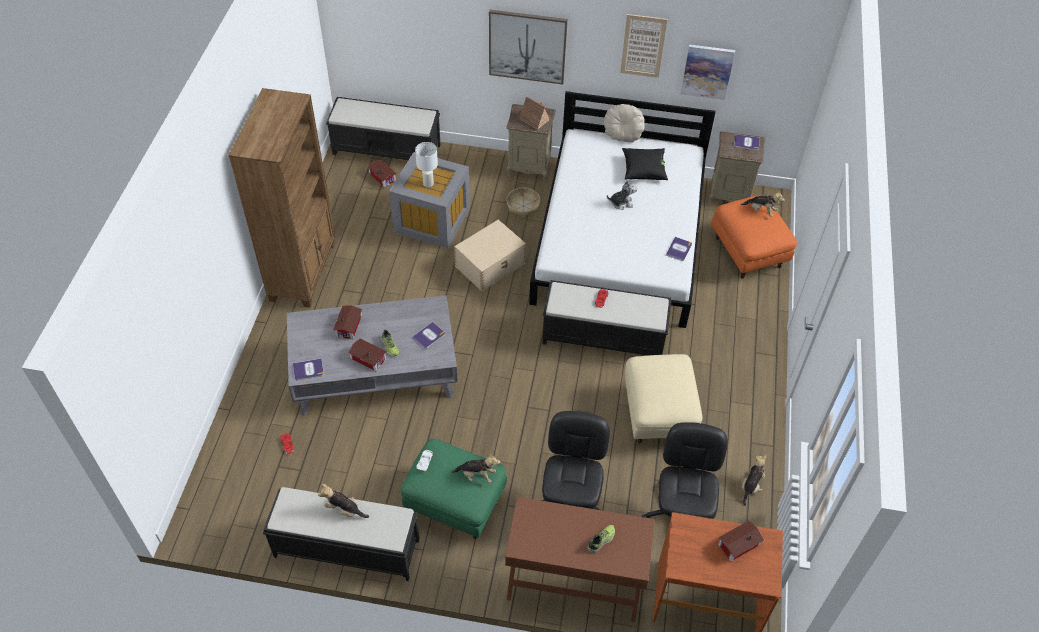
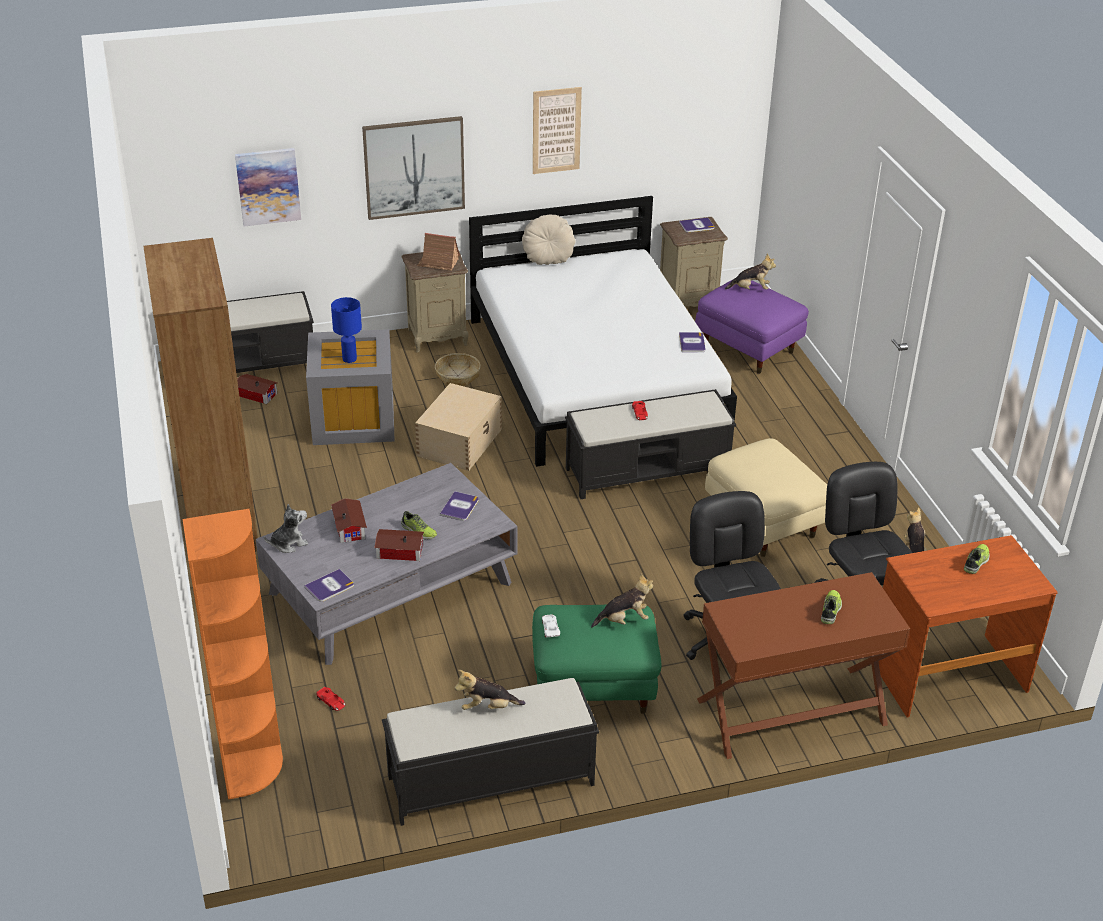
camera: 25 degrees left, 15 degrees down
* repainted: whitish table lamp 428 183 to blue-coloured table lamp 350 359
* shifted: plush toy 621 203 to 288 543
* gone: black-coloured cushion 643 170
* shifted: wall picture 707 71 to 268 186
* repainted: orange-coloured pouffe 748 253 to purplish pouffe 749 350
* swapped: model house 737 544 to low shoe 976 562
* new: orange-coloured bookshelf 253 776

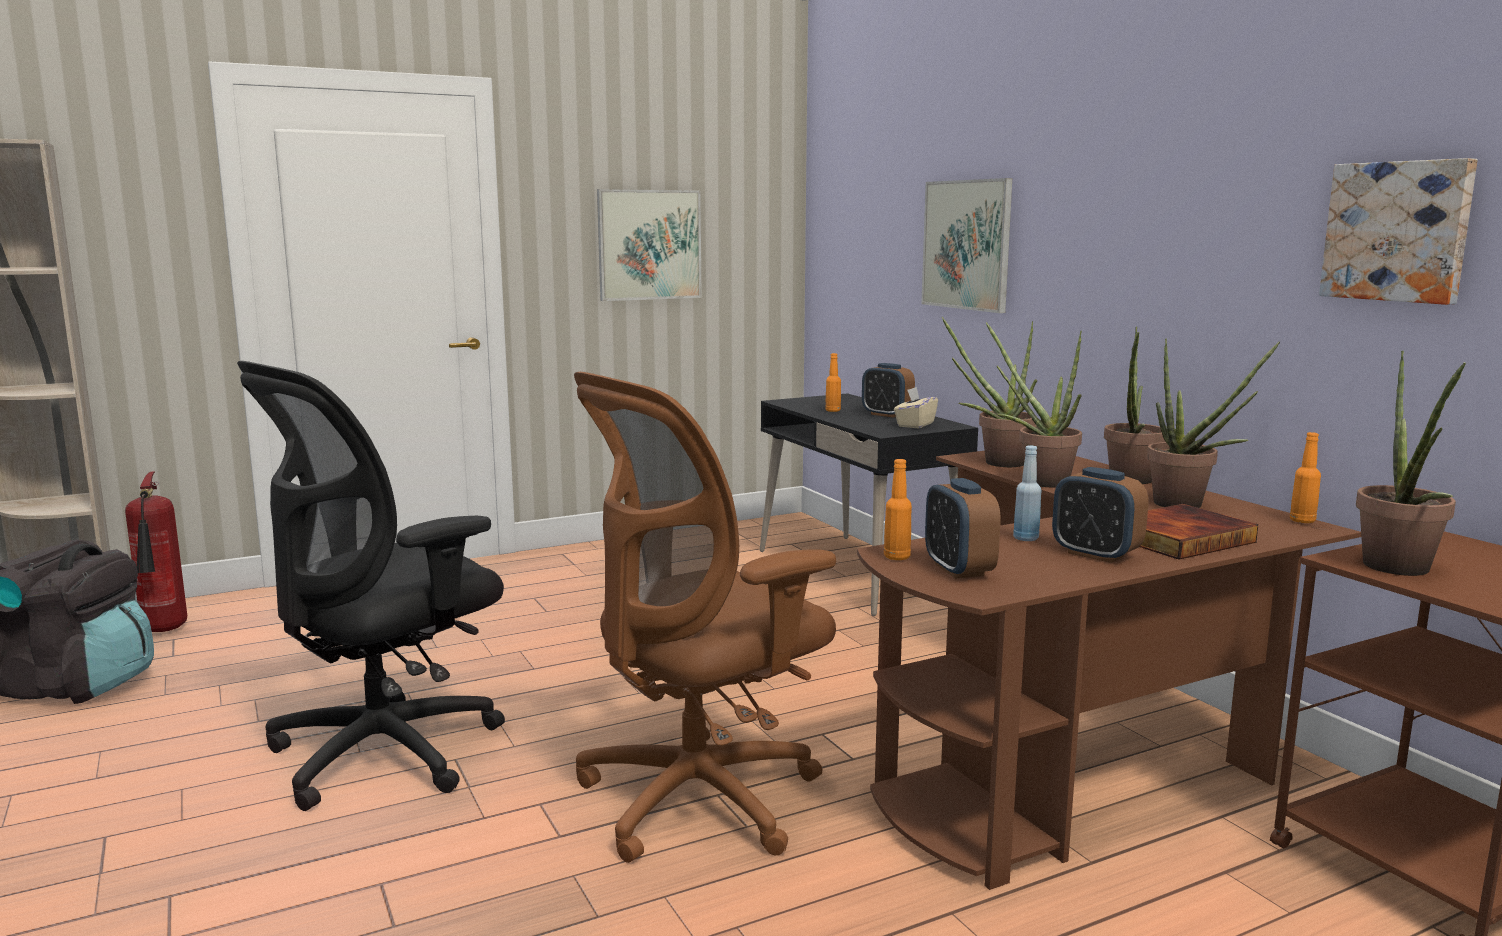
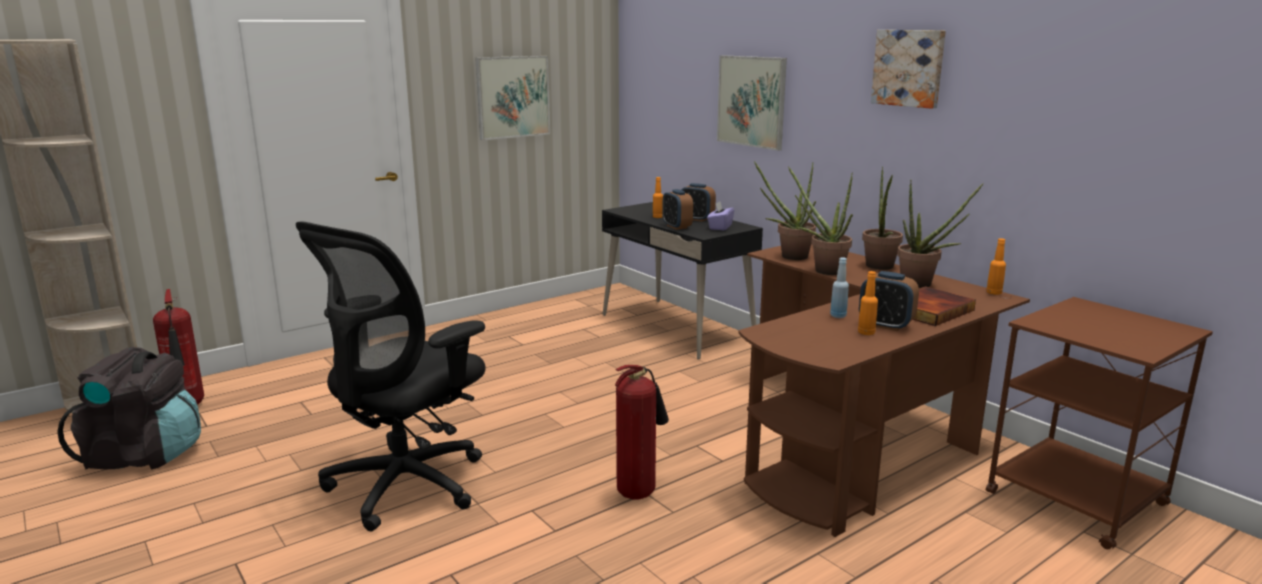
camera: 10 degrees left, 5 degrees up
* swapped: brown desk chair 708 791 to fire extinguisher 638 491
* shifted: orange-coloured beverage bottle 897 557 to 866 333
* repainted: beige tissue box 915 425 to purplish tissue box 720 227
* shifted: table clock 959 569 to 677 226
* shifted: wall picture 1398 231 to 909 68
* gone: potted plant 1399 570

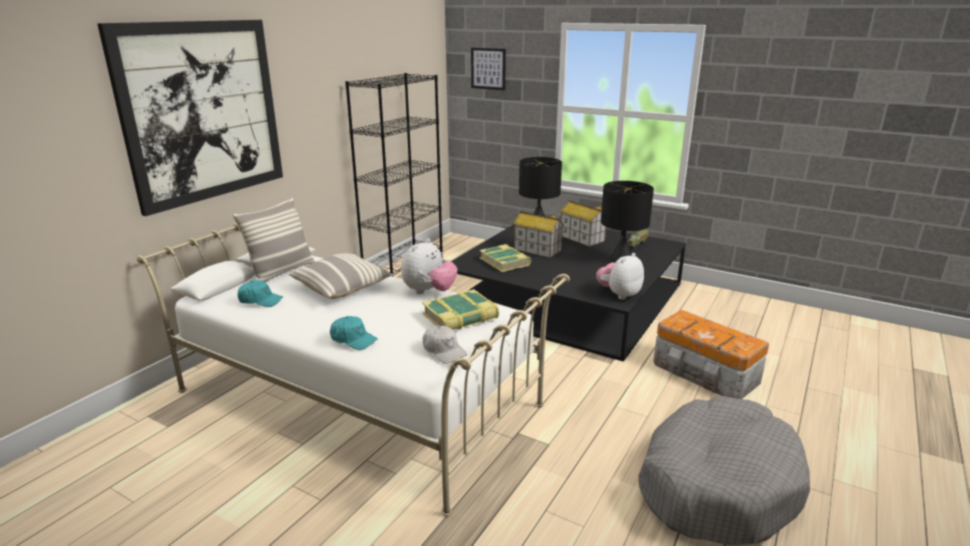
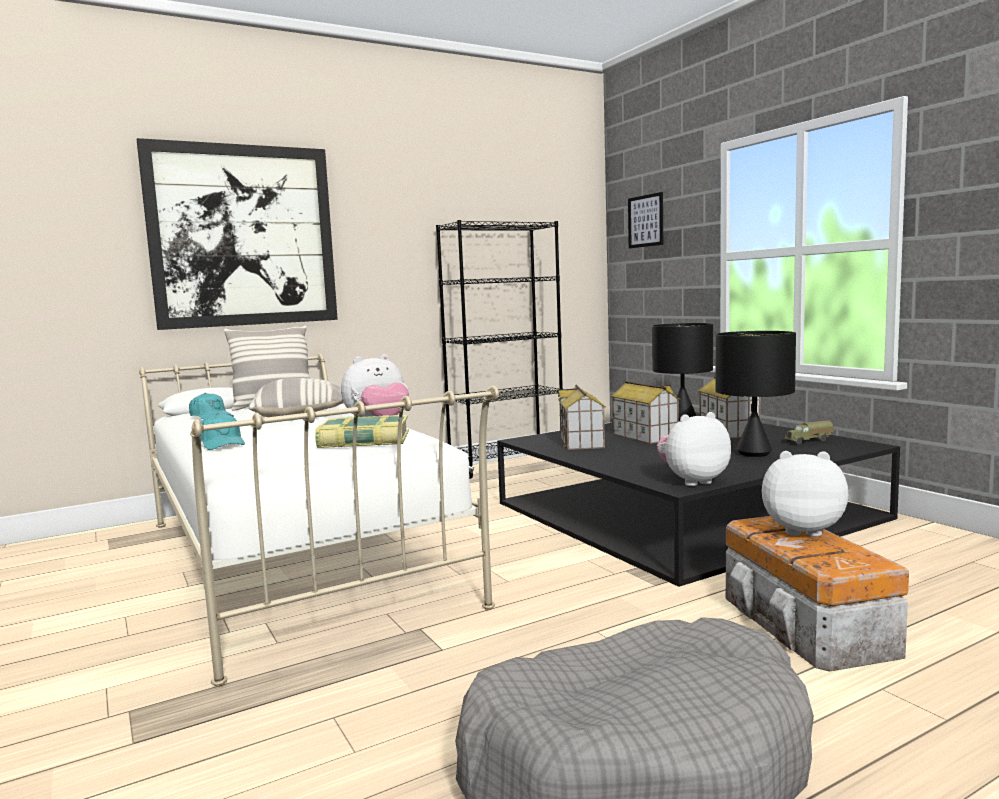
camera: 30 degrees right, 15 degrees down
* gone: whitish baseball cap 444 351
* swapped: book 505 262 to model house 582 442
* new: plush toy 801 530

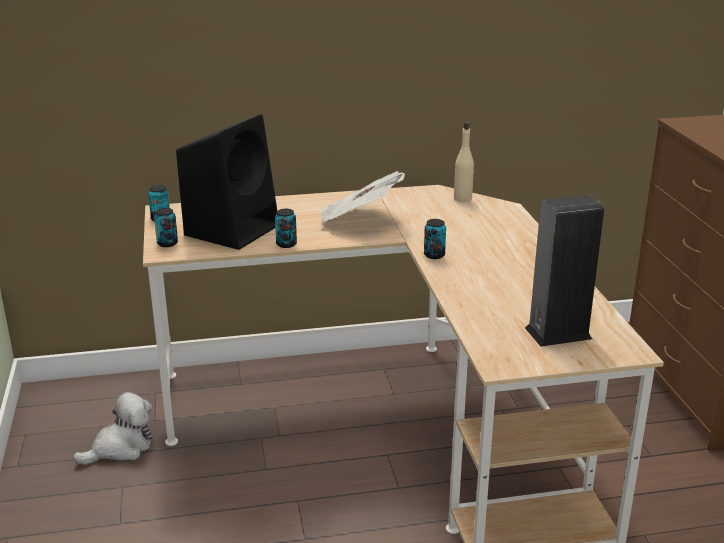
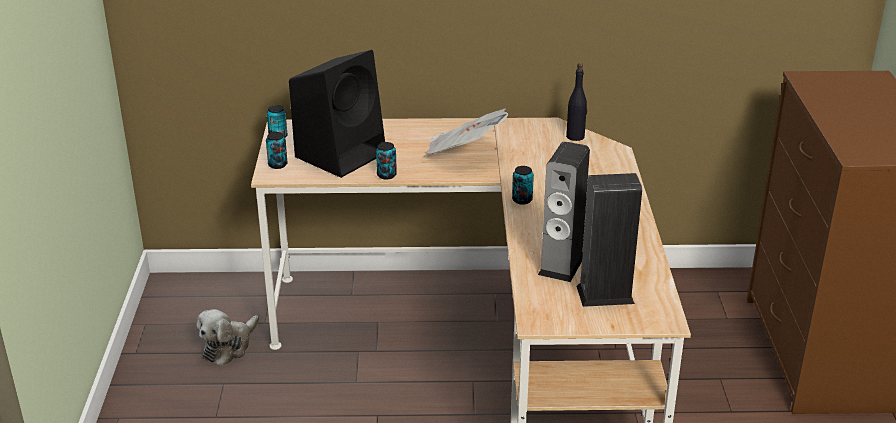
camera: 10 degrees right, 5 degrees up
* rotated: plush toy 121 448 = 229 346 150 degrees clockwise
* repainted: beige beverage bottle 463 198 to black-coloured beverage bottle 575 136
* new: speaker 561 265

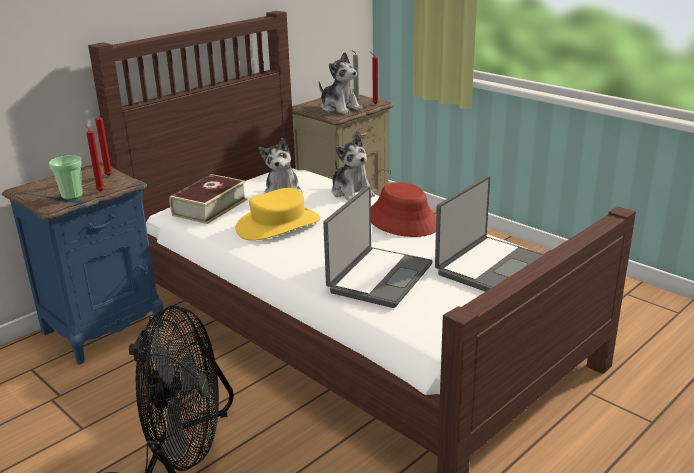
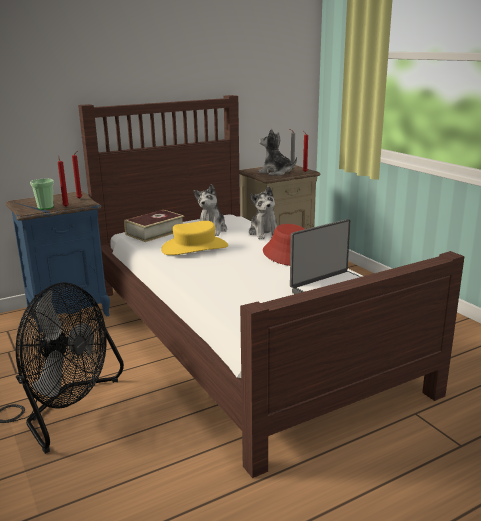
camera: 15 degrees right, 5 degrees down
* rotated: plush toy 339 108 = 275 172 150 degrees clockwise
* gone: portable computer 378 278

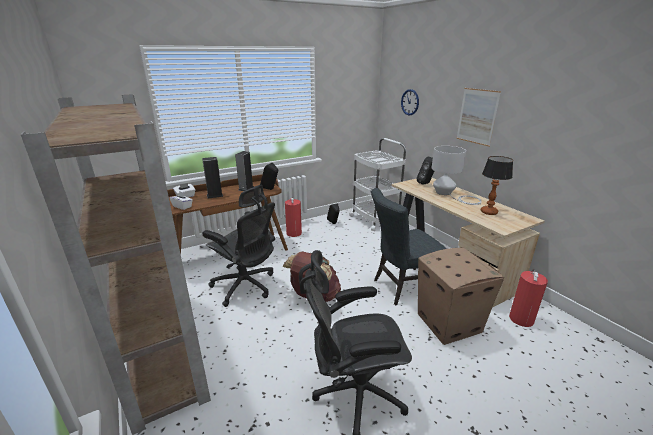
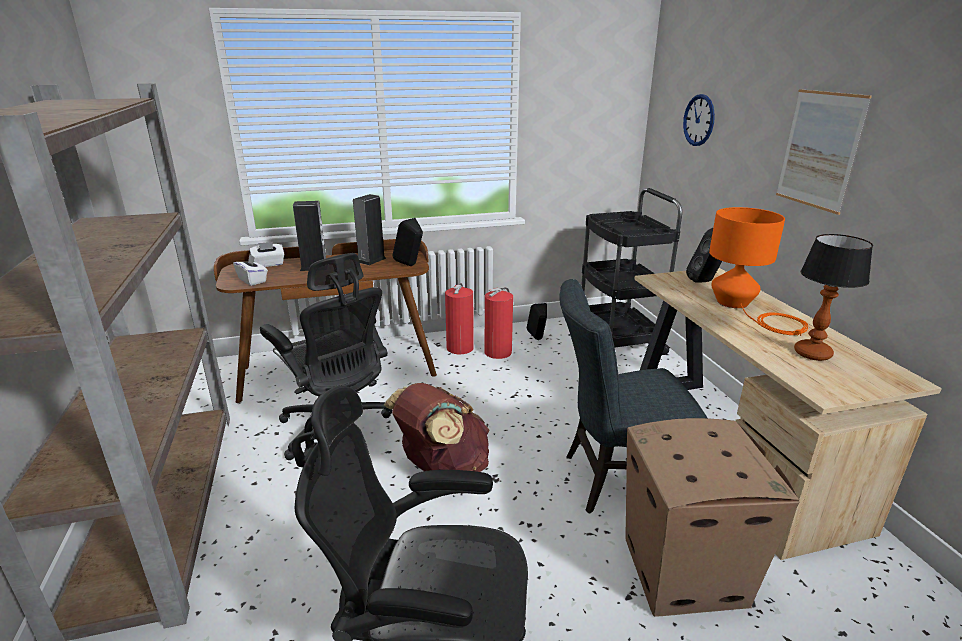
camera: 15 degrees right, 0 degrees up
* repainted: whitish wheeled cart 374 219 to black-coloured wheeled cart 616 341
* repainted: gray table lamp 453 195 to orange-coloured table lamp 750 310
* shifted: fire extinguisher 521 318 to 499 351

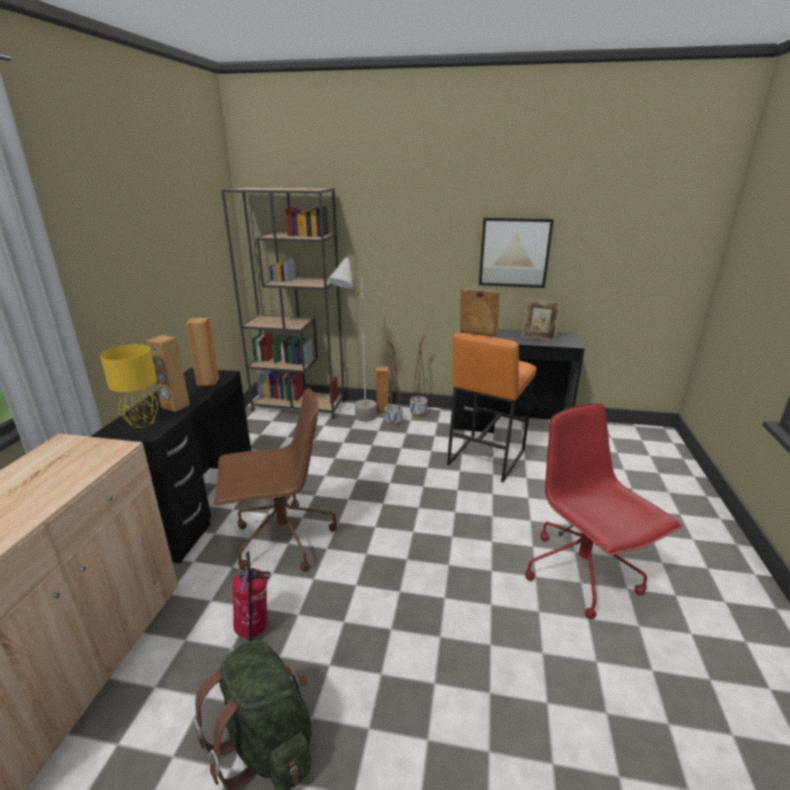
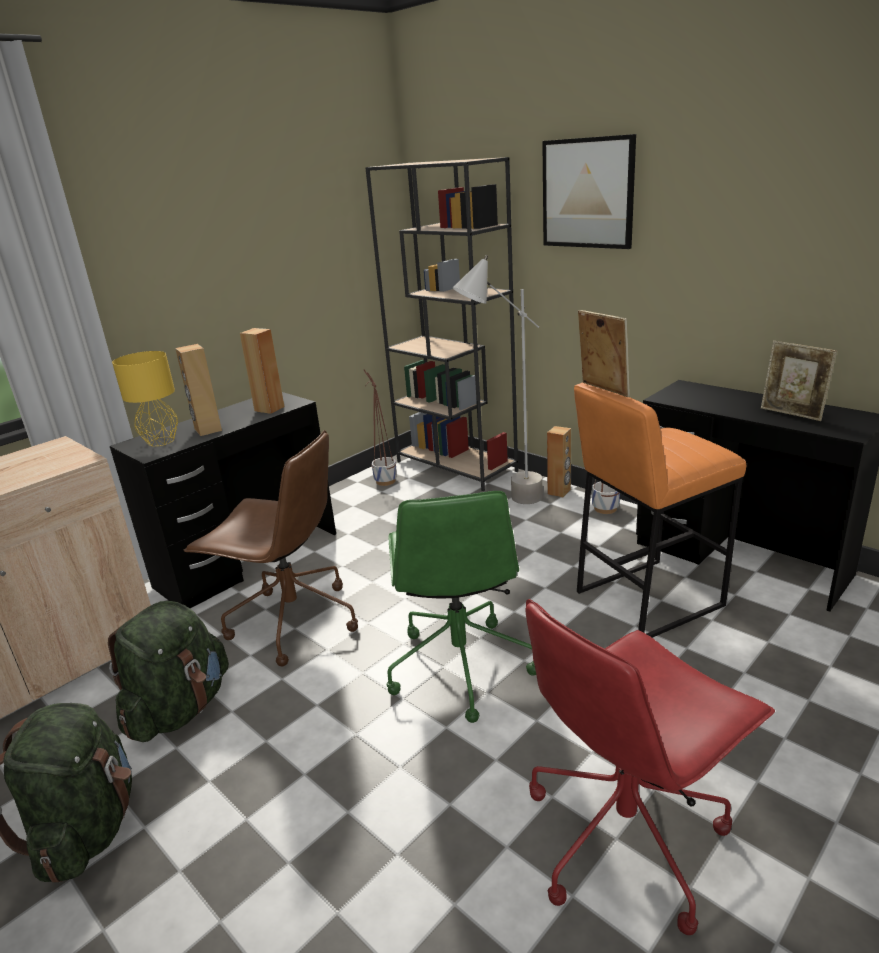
camera: 35 degrees right, 0 degrees up
* swapped: fire extinguisher 254 630 to green knapsack 180 709
* shifted: plant pot 393 422 to 385 481
* shifted: wall picture 514 252 to 587 193
* rotated: red-coloured desk chair 584 577 = 631 833 135 degrees counterclockwise
* new: green desk chair 459 663

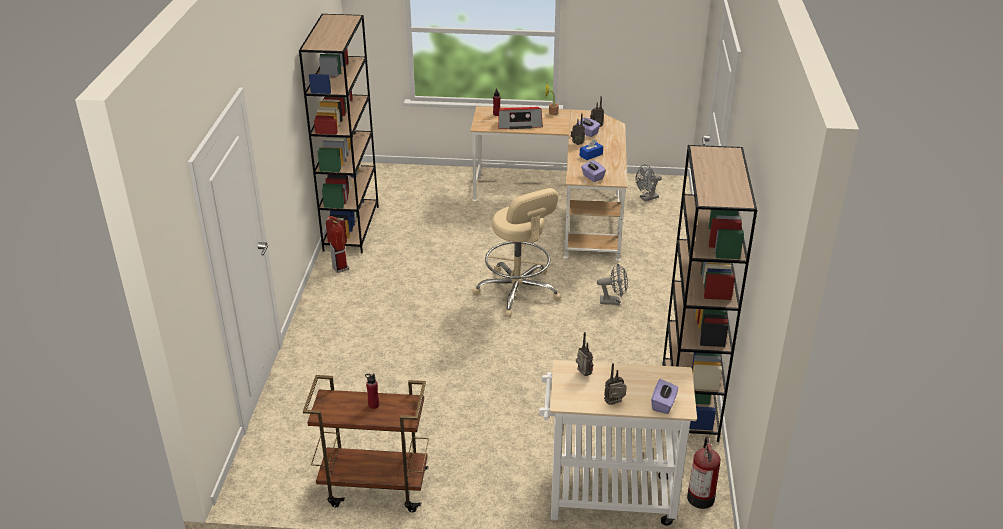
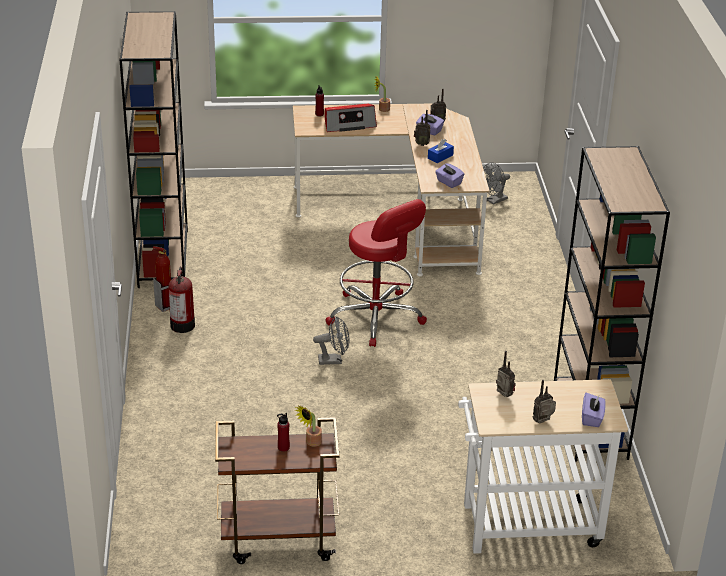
camera: 10 degrees left, 0 degrees up
* repainted: beige stool 518 292 to red-coloured stool 376 318
* shifted: gray electric fan 613 301 to 334 360
* shifted: fire extinguisher 700 496 to 182 324
* new: potted plant 311 443

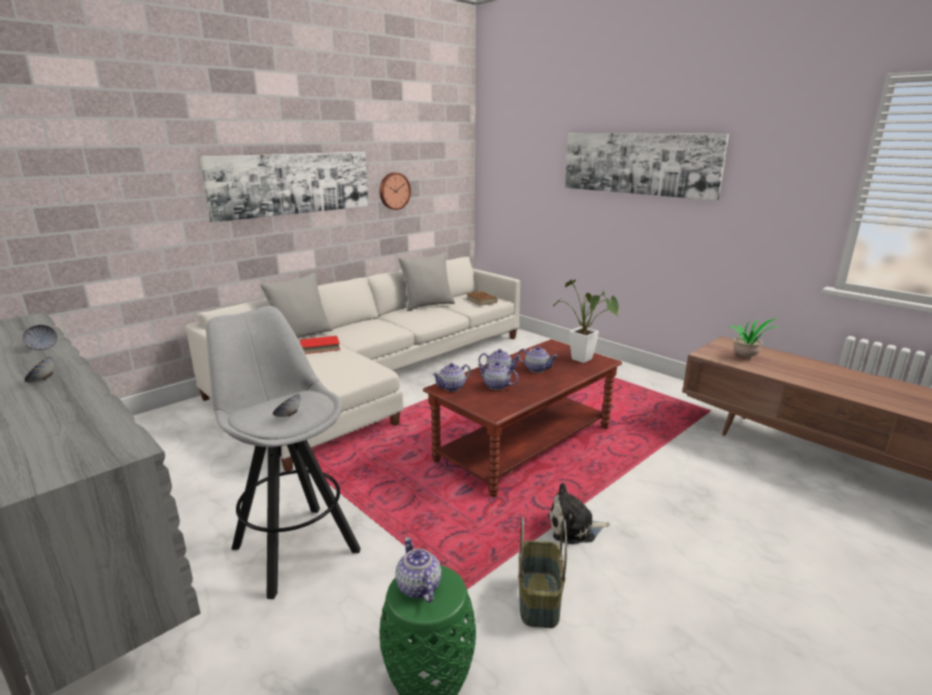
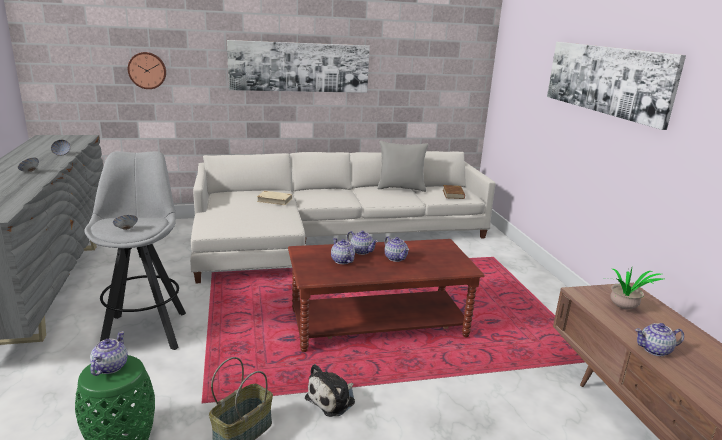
camera: 30 degrees right, 0 degrees up
* gone: gray cushion 301 336
* repainted: red-coloured book 319 347 to beige book 274 200
* shifted: clock on the wall 394 191 to 147 70
* shifted: pot for tea 452 387 to 655 350
* rotated: plush toy 574 528 = 333 399 75 degrees counterclockwise
* gone: potted plant 585 361

